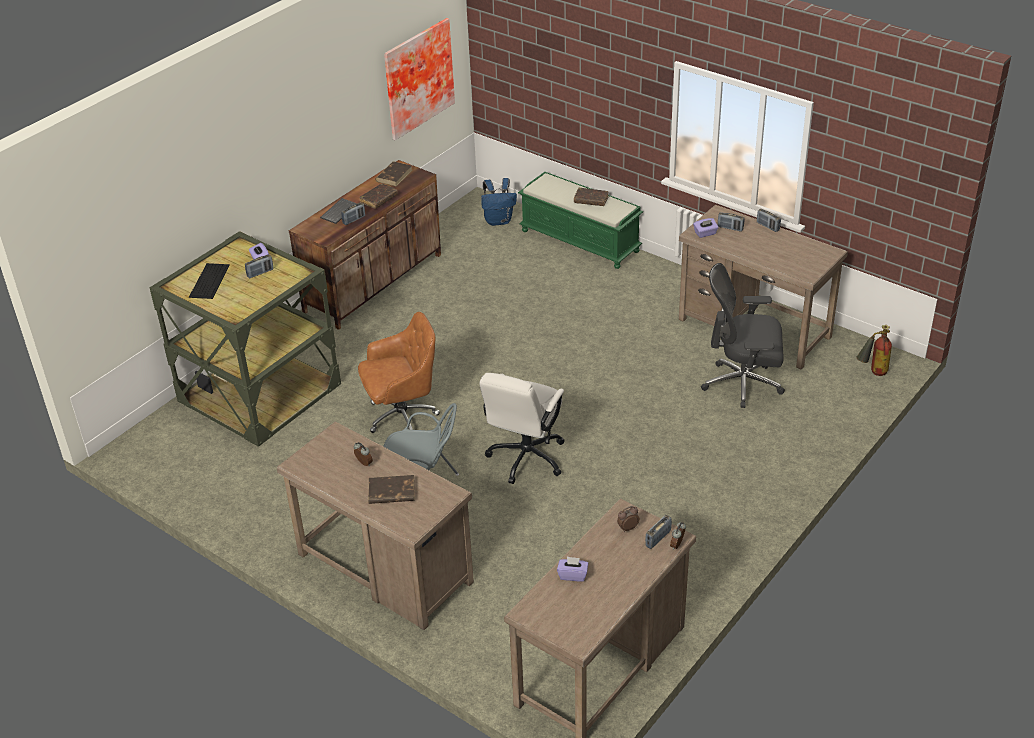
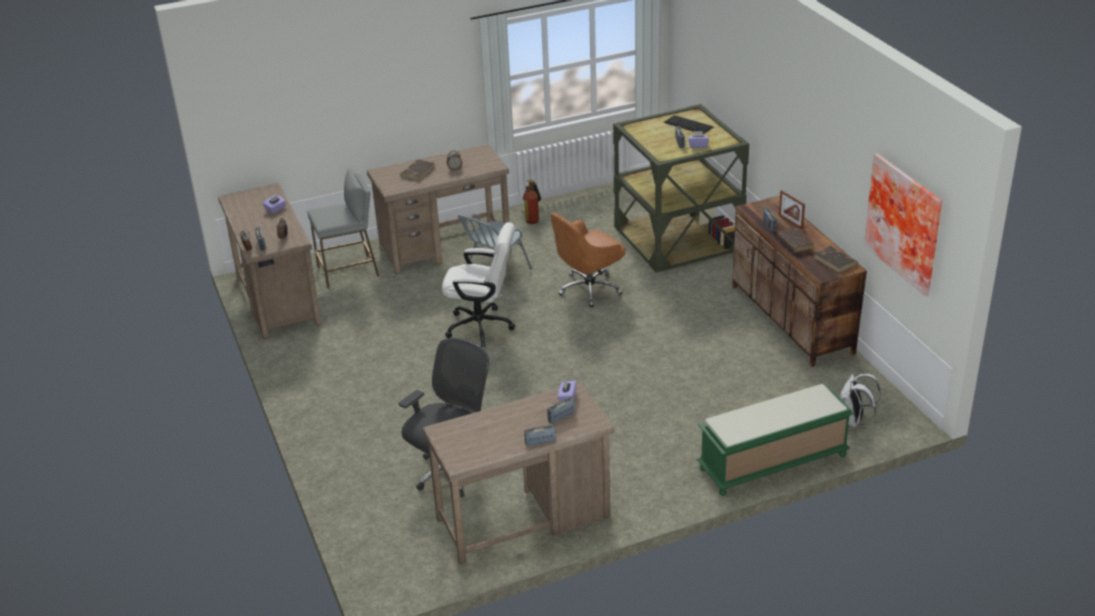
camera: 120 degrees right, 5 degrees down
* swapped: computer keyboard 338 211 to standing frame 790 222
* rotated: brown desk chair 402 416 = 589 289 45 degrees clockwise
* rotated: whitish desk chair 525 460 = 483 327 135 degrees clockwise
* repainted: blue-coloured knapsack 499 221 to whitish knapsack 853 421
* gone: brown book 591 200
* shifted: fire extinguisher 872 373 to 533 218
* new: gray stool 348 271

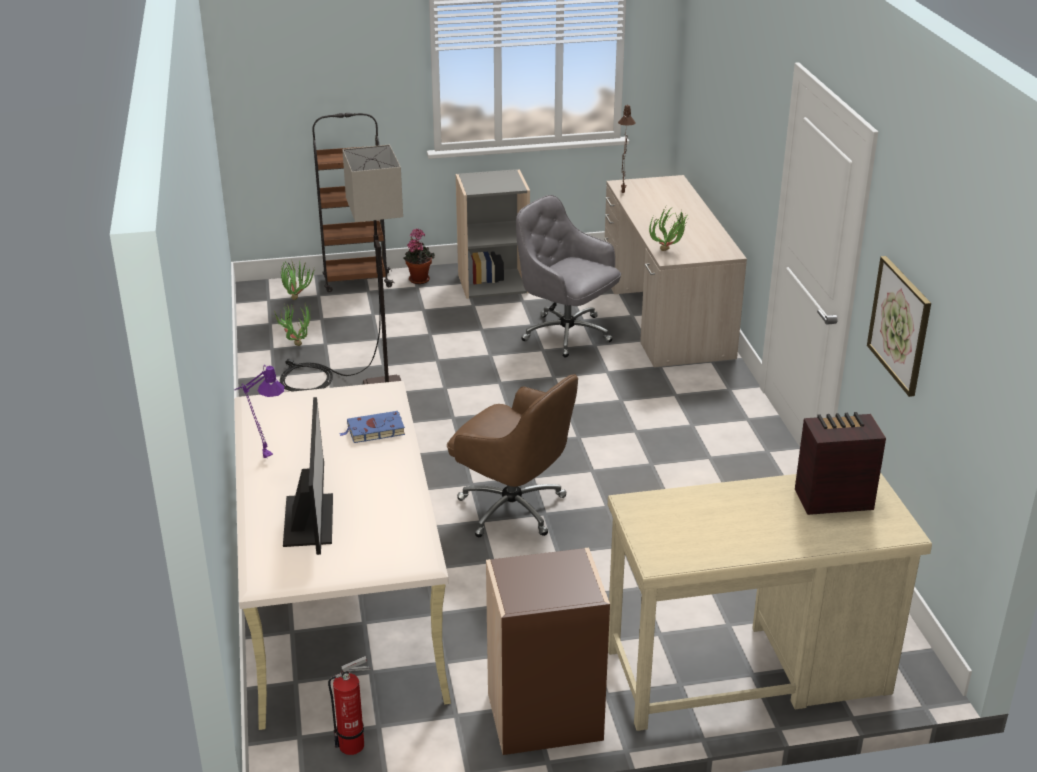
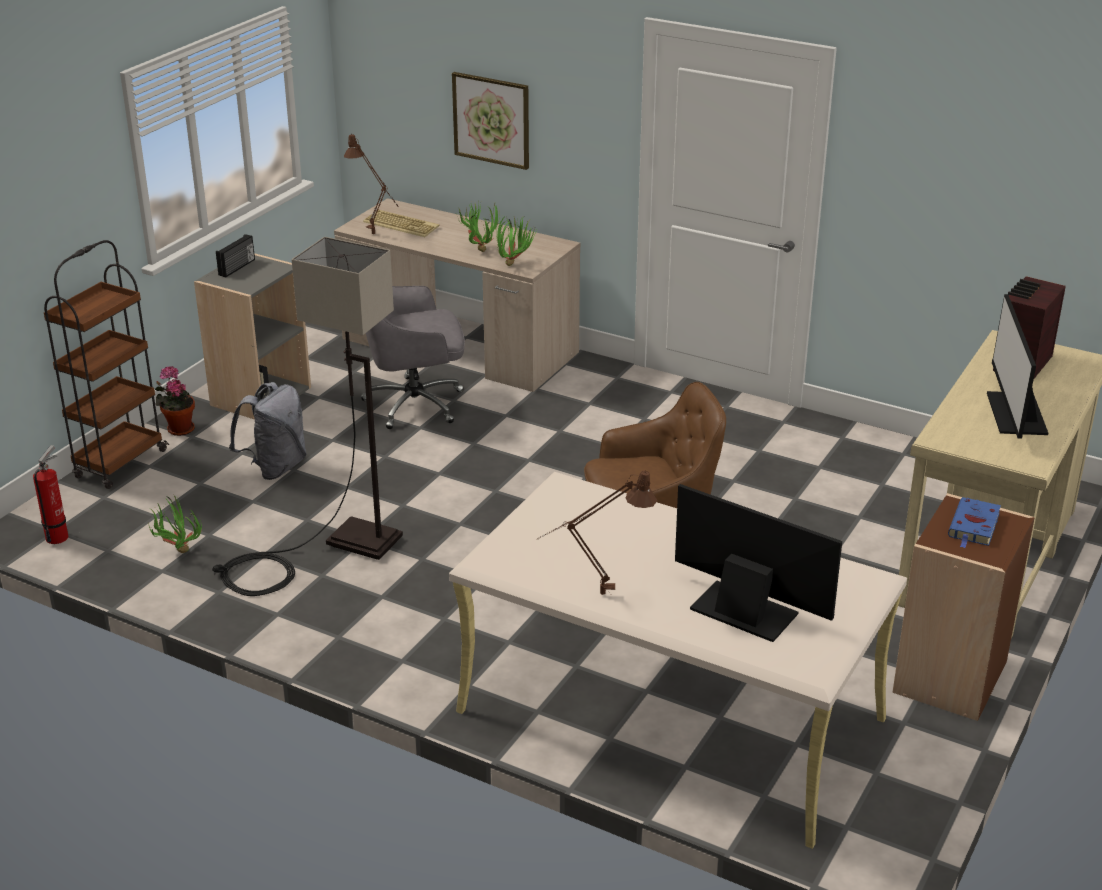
camera: 50 degrees left, 0 degrees up
* repainted: purplish table lamp 262 455 to brown table lamp 594 595
* shifted: potted plant 297 297 to 479 249
* shifted: fire extinguisher 355 744 to 59 536
* shifted: blue-coloured book 374 430 to 974 526
* shifted: wall picture 900 325 to 491 120
* new: radio set 237 267
* new: gray knapsack 275 467
* new: computer keyboard 402 224
* new: monitor 1014 413

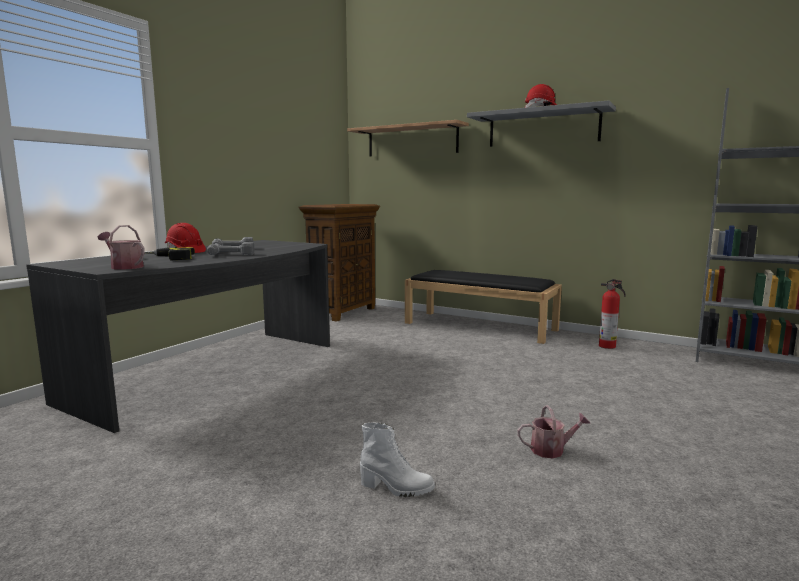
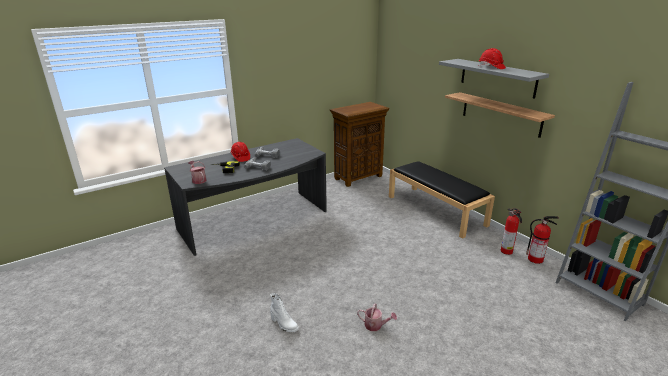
camera: 25 degrees right, 15 degrees up
* shifted: wall shelf 412 141 to 501 114
* new: fire extinguisher 536 259

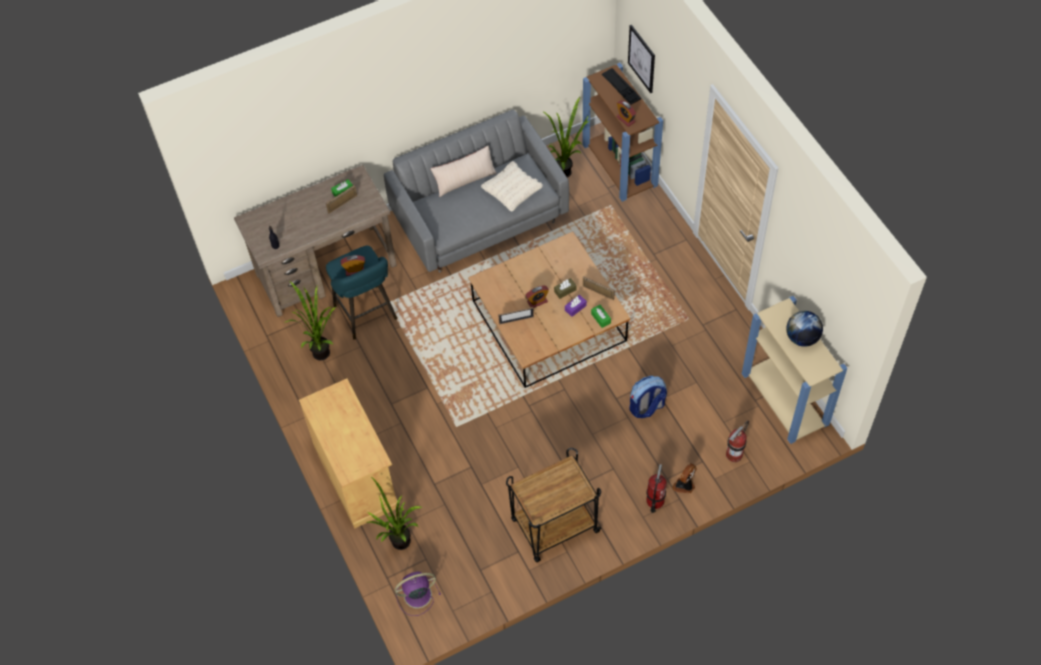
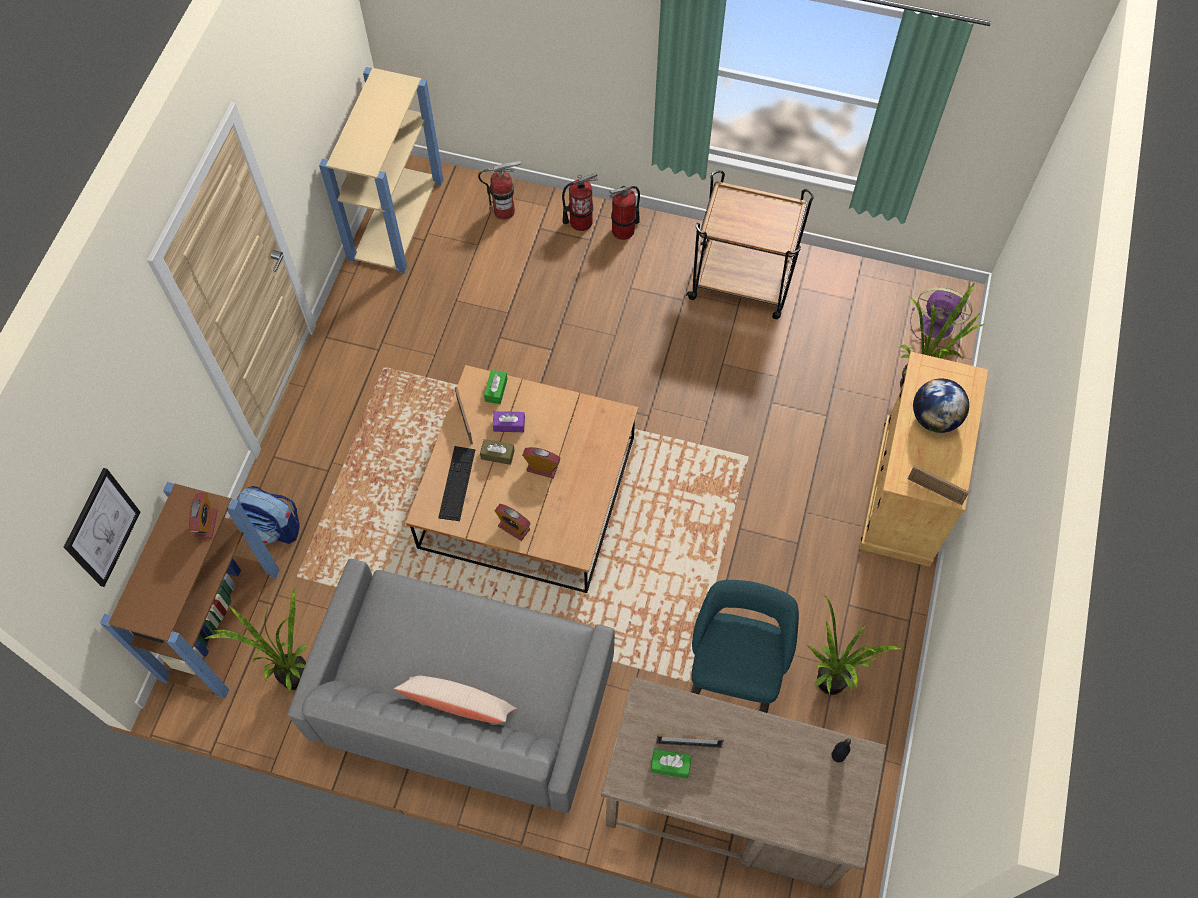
camera: 140 degrees left, 5 degrees up
* shifted: table clock 355 270 to 514 527
* gone: beige cushion 512 190
* shifted: standing frame 516 320 to 934 491
* shifted: computer keyboard 621 86 to 457 483
* shifted: knapsack 646 407 to 275 527
* swapped: electric fan 685 485 to fire extinguisher 580 221
* shifted: desk globe 802 338 to 934 418

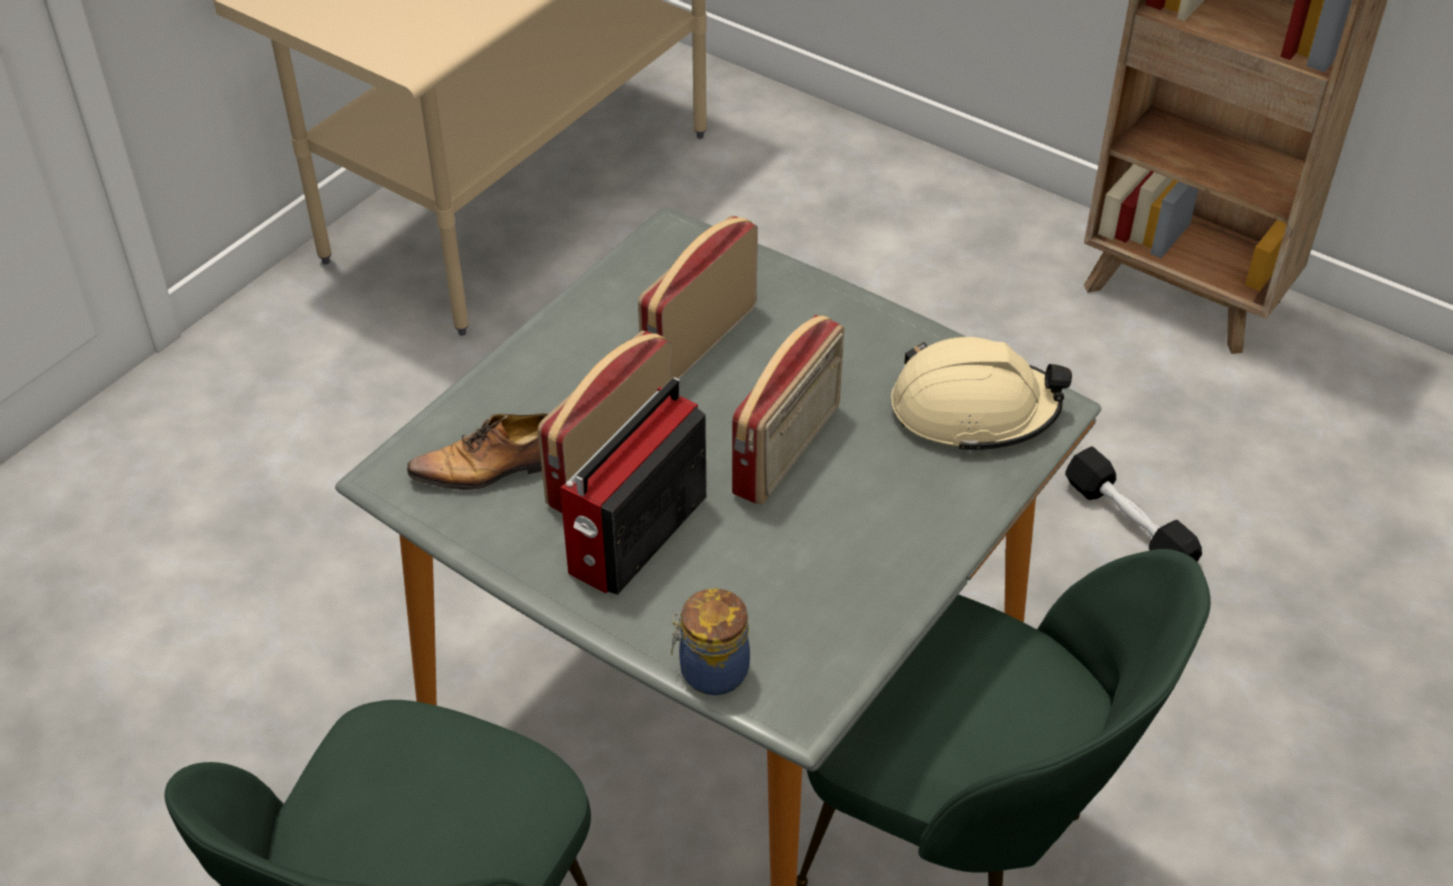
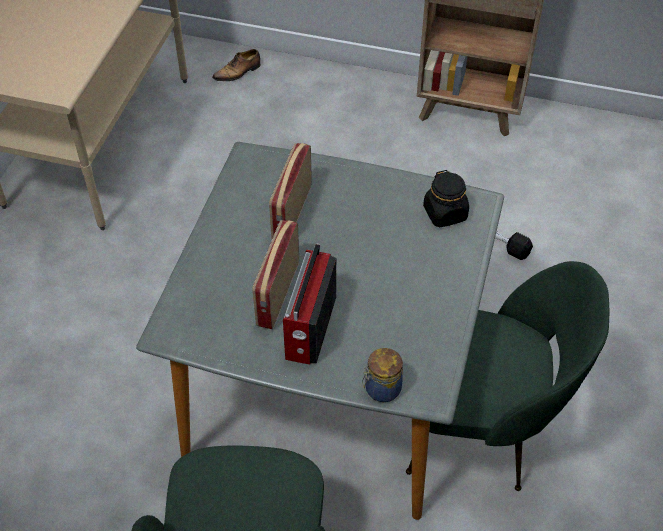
camera: 20 degrees left, 5 degrees up
* shifted: low shoe 492 468 to 238 72
* gone: radio set 789 451
* swapped: beige work helmet 973 410 to black-coloured preserve jar 445 213

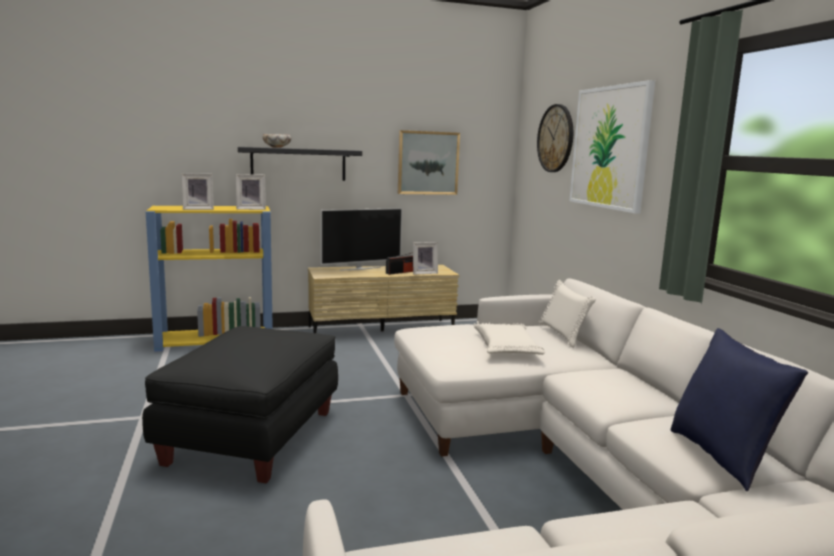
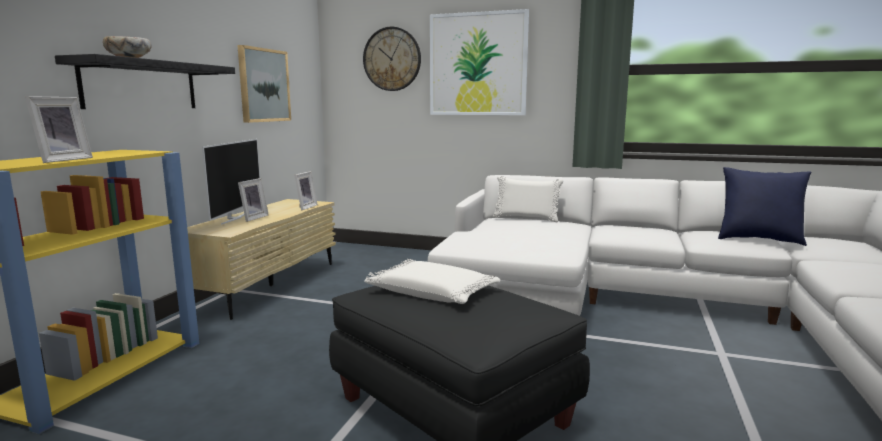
camera: 55 degrees left, 0 degrees up
* shifted: standing frame 251 209 to 252 218
* gone: radio set 400 272
* shifted: whitish cushion 506 345 to 432 290

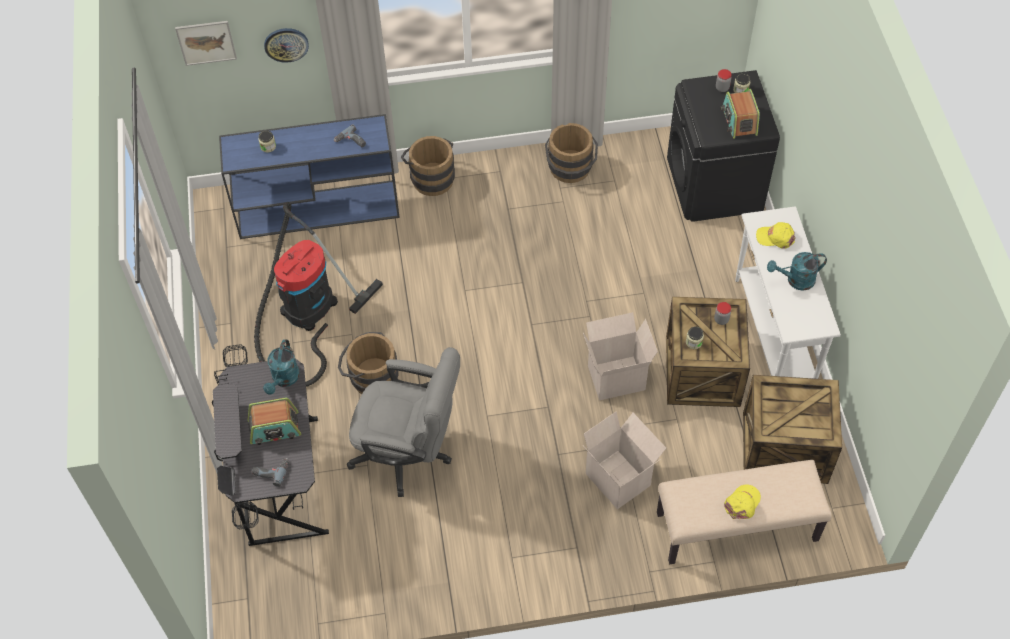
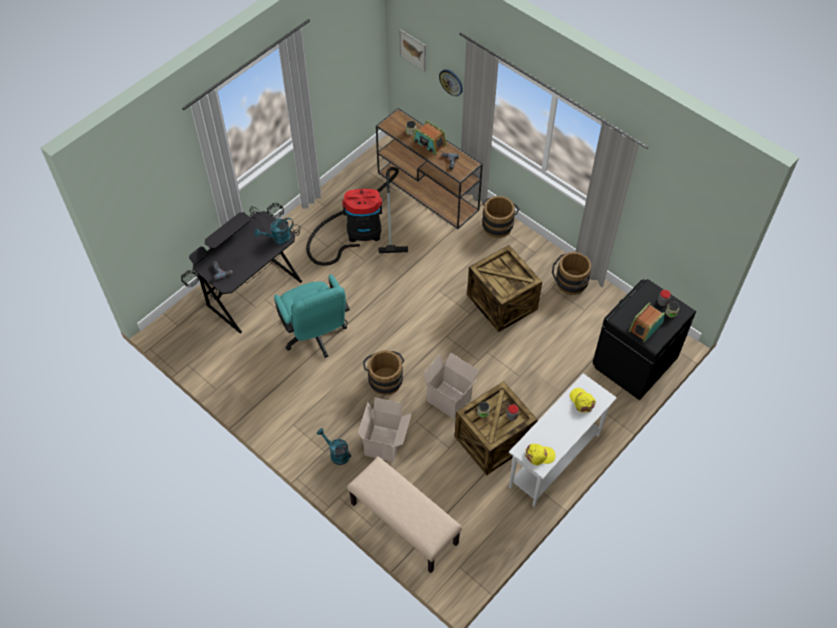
camera: 50 degrees right, 0 degrees up
* repainted: blue-coloured narrow table 319 209 to brown narrow table 428 192
* shifted: radio set 274 428 to 429 143
* shifted: brown water bucket 370 376 to 384 378
* repainted: gray desk chair 409 454 to blue-green desk chair 315 336
* shifted: yellow-coloured baseball cap 742 503 to 539 455
* shifted: shipping crate 784 448 to 501 302
* shifted: blue-green watering can 795 280 to 336 454

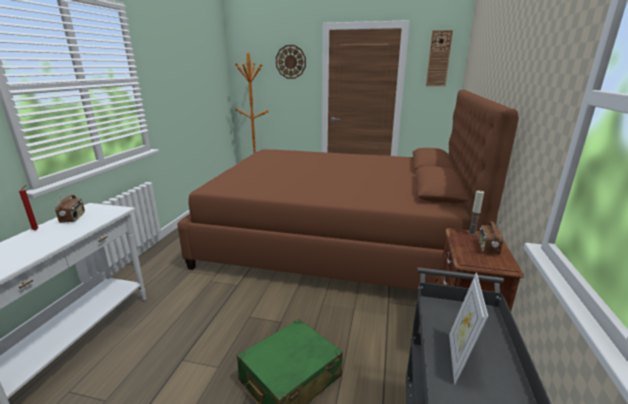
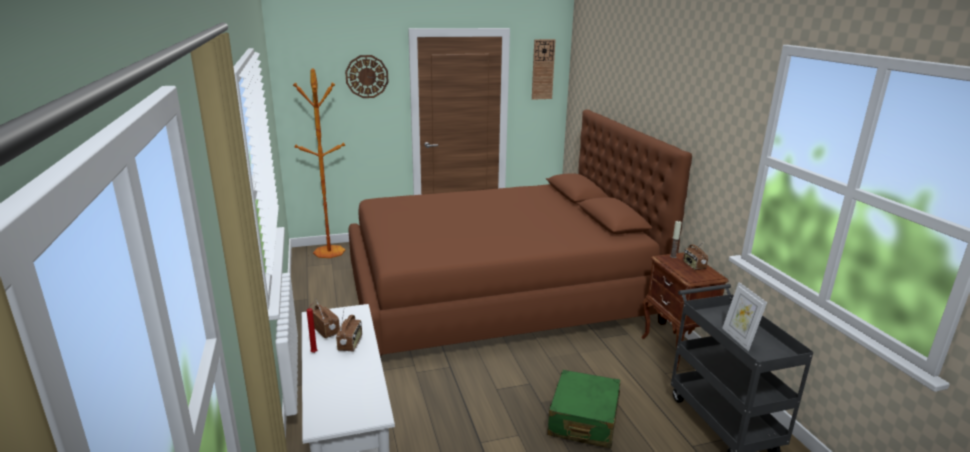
camera: 30 degrees left, 0 degrees up
* new: radio set 350 344

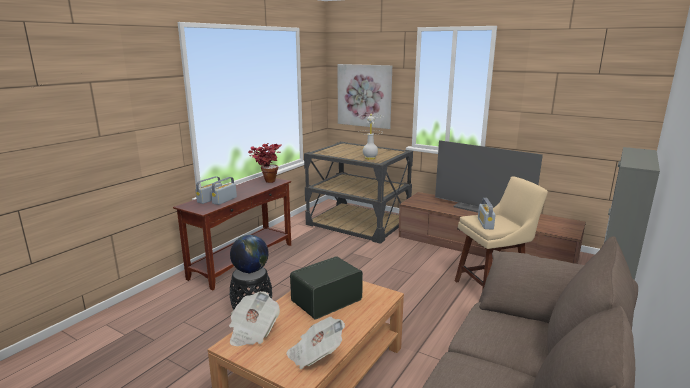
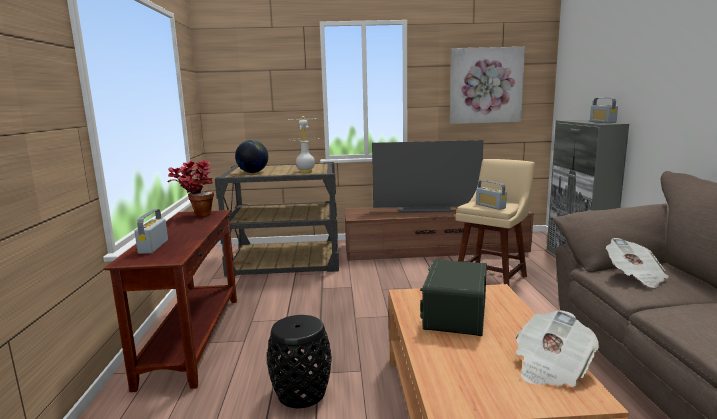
camera: 35 degrees left, 5 degrees down
* shifted: radio set 224 200 to 602 122
* shifted: daily paper 252 331 to 635 276
* shifted: desk globe 250 270 to 253 172
* shifted: wall picture 364 95 to 486 85

